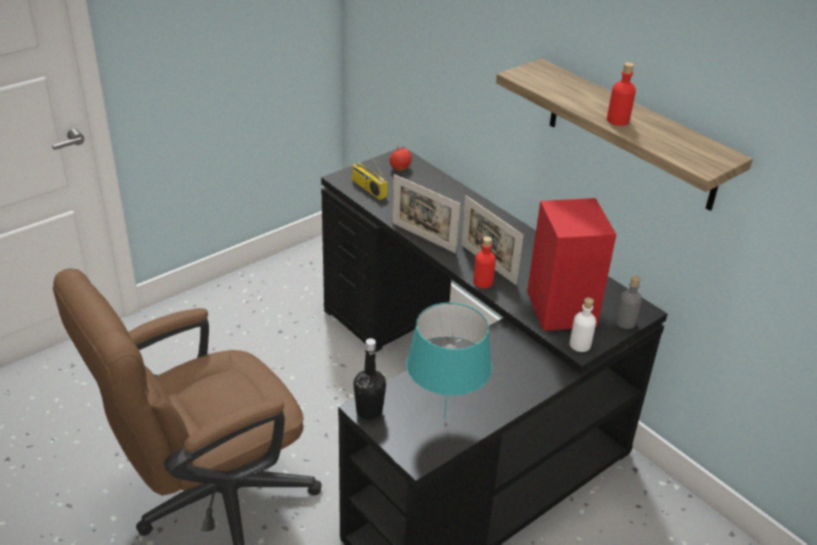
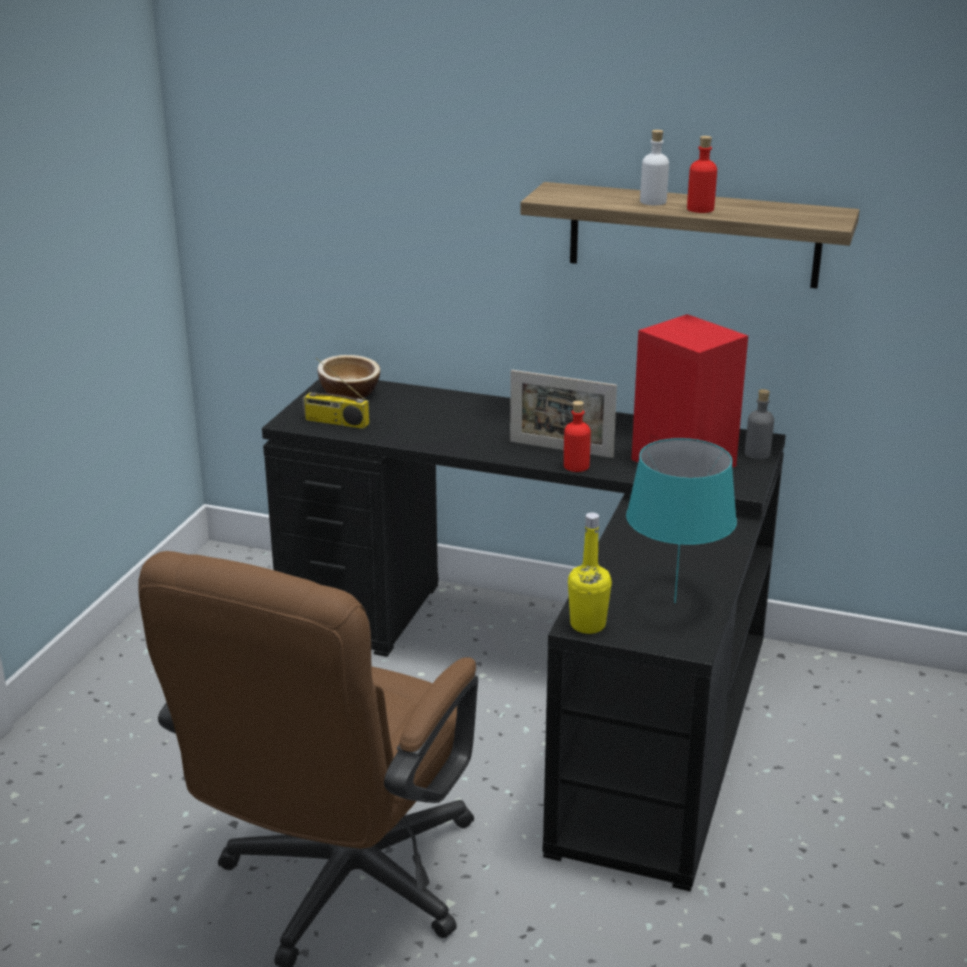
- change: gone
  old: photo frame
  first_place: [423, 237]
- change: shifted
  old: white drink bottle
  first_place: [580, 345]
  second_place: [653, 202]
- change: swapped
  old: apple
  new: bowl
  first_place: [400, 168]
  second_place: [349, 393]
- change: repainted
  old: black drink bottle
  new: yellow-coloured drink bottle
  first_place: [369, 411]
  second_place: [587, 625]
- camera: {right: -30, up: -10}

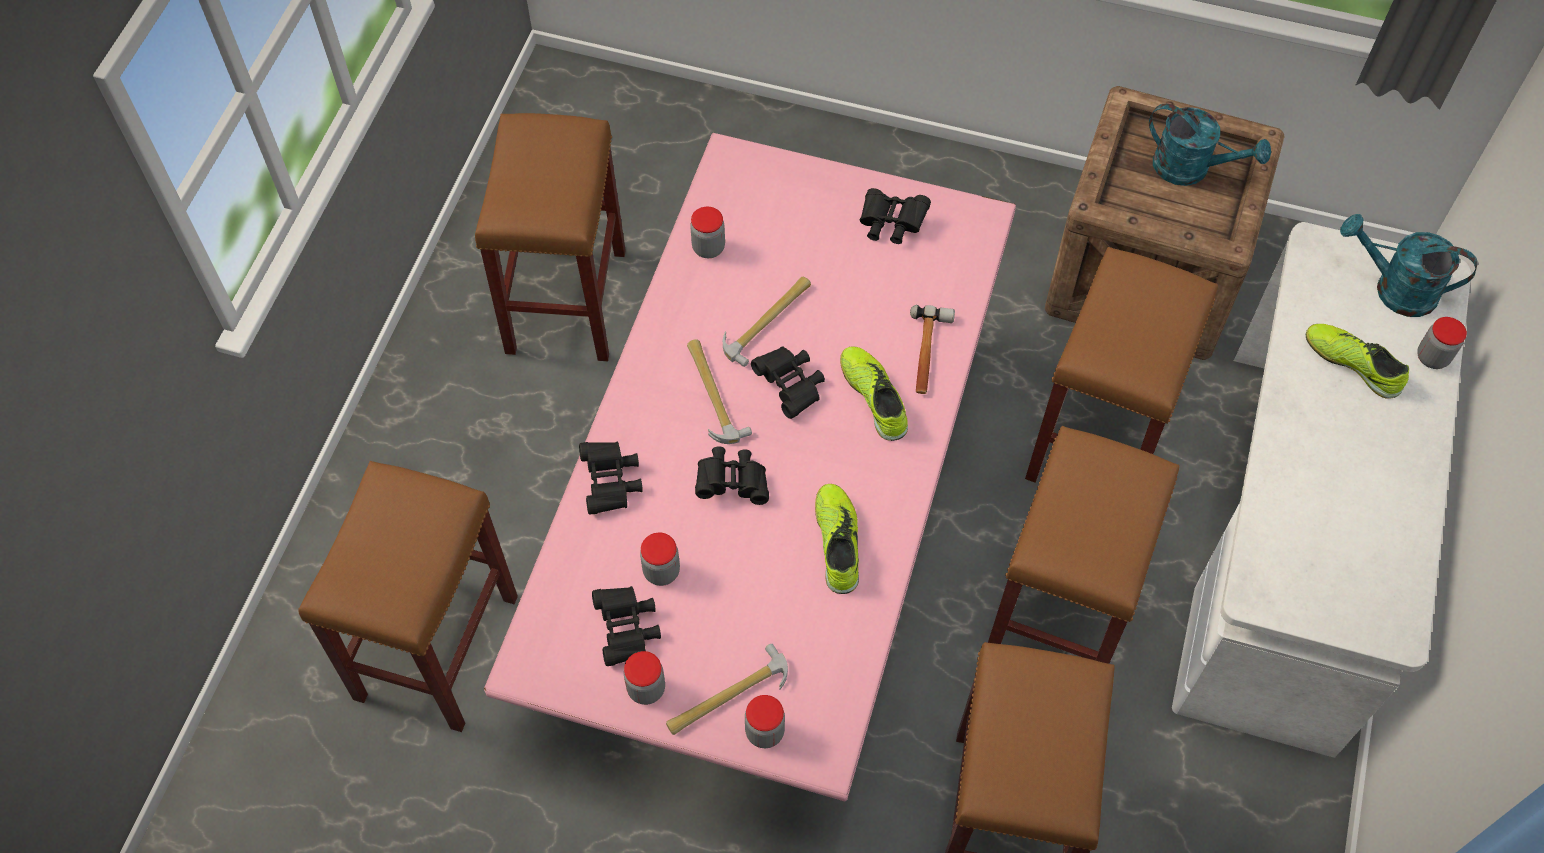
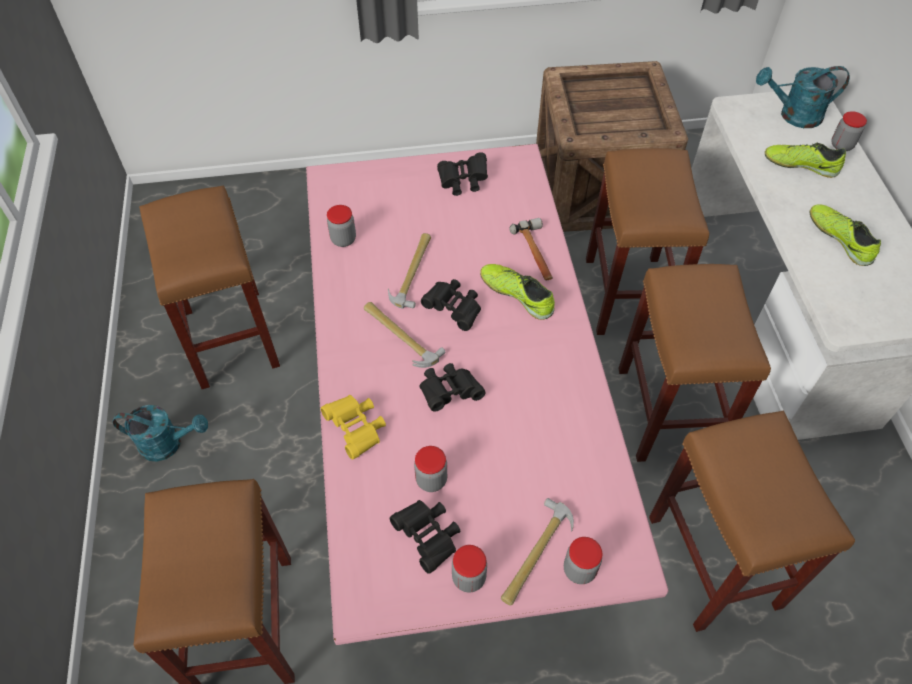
- change: shifted
  old: shoe
  first_place: [837, 542]
  second_place: [840, 239]
- change: shifted
  old: turquoise-coloured watering can
  first_place: [1191, 169]
  second_place: [168, 443]
- change: repainted
  old: black binoculars
  new: yellow-coloured binoculars
  first_place: [611, 483]
  second_place: [357, 429]
- camera: {right: -25, up: -5}

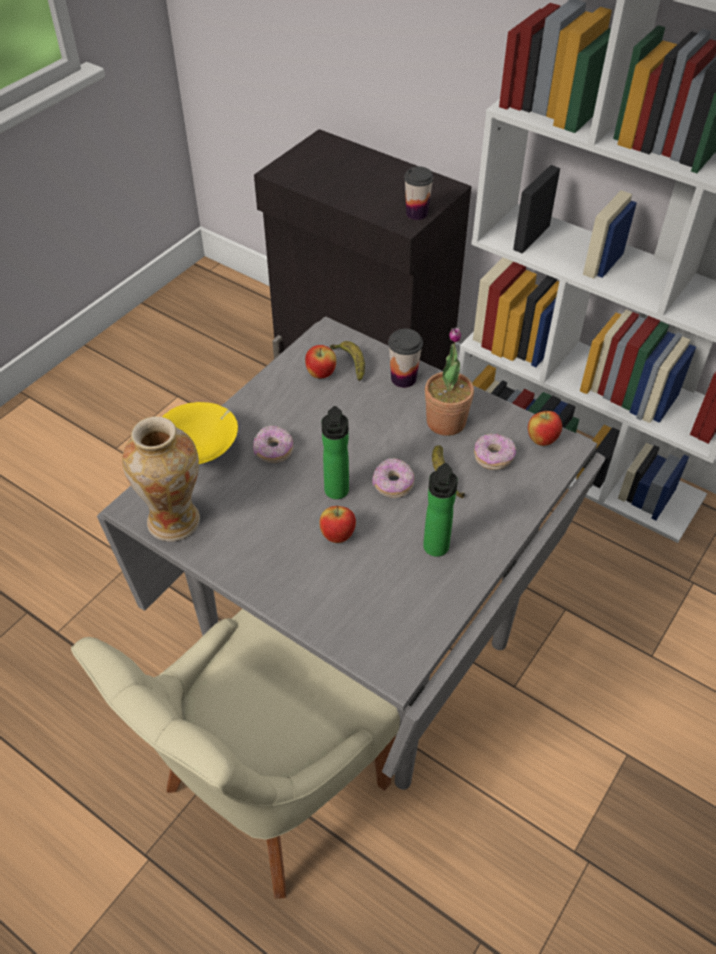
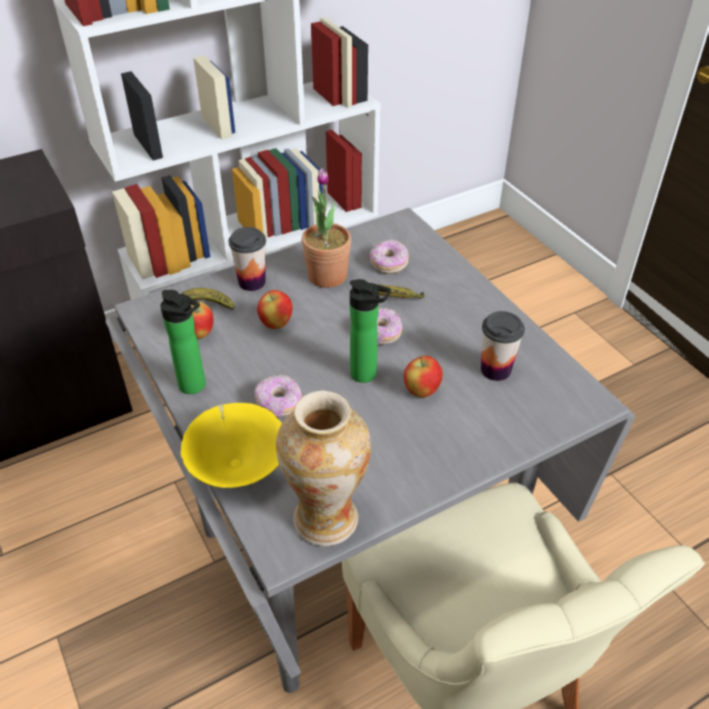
- change: shifted
  old: cup
  first_place: [416, 213]
  second_place: [495, 370]
- change: shifted
  old: drink bottle
  first_place: [435, 550]
  second_place: [195, 387]
- change: shifted
  old: apple
  first_place: [542, 440]
  second_place: [276, 324]
- camera: {right: -65, up: -5}

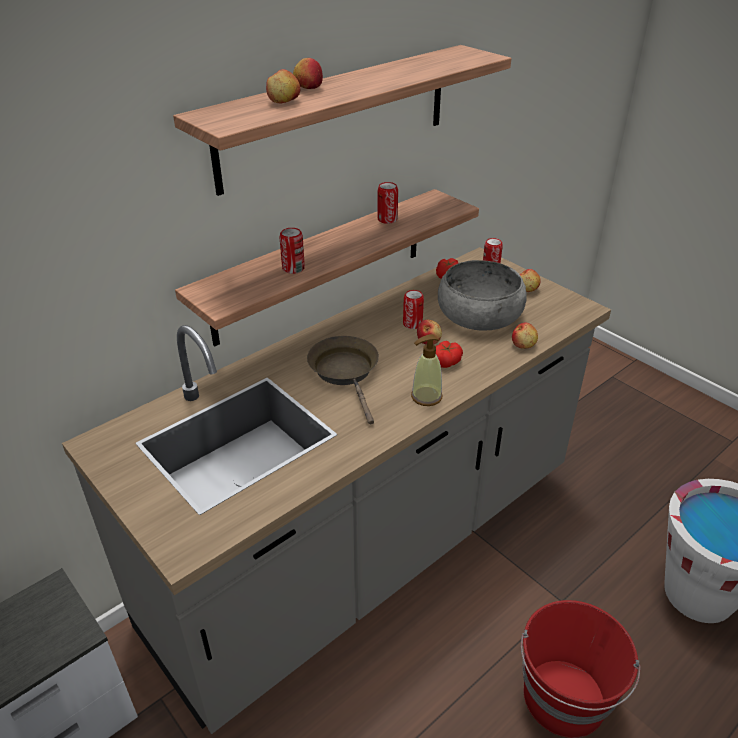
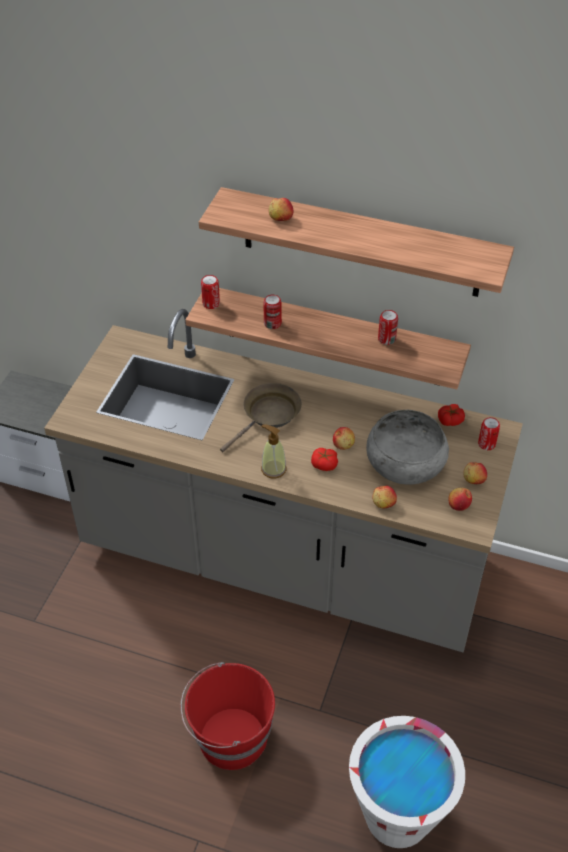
- change: shifted
  old: apple
  first_place: [308, 88]
  second_place: [458, 505]
- change: shifted
  old: sealed can
  first_place: [412, 324]
  second_place: [211, 304]
- camera: {right: 60, up: 10}

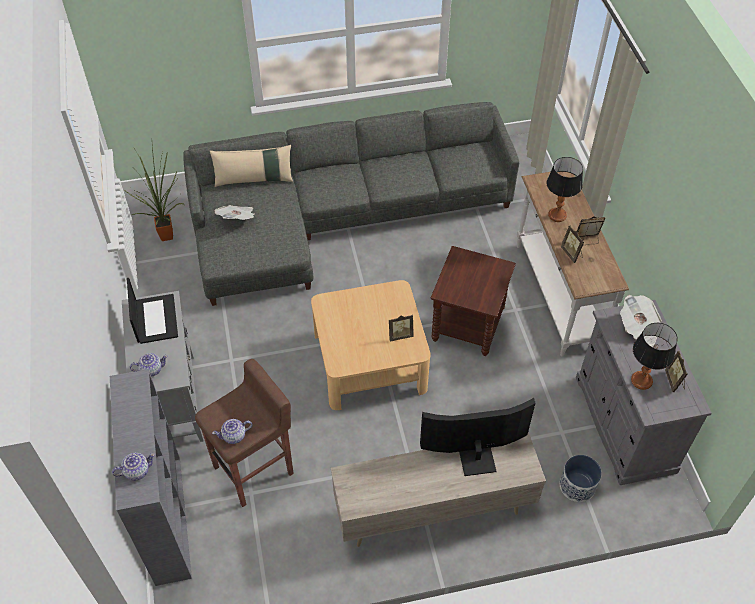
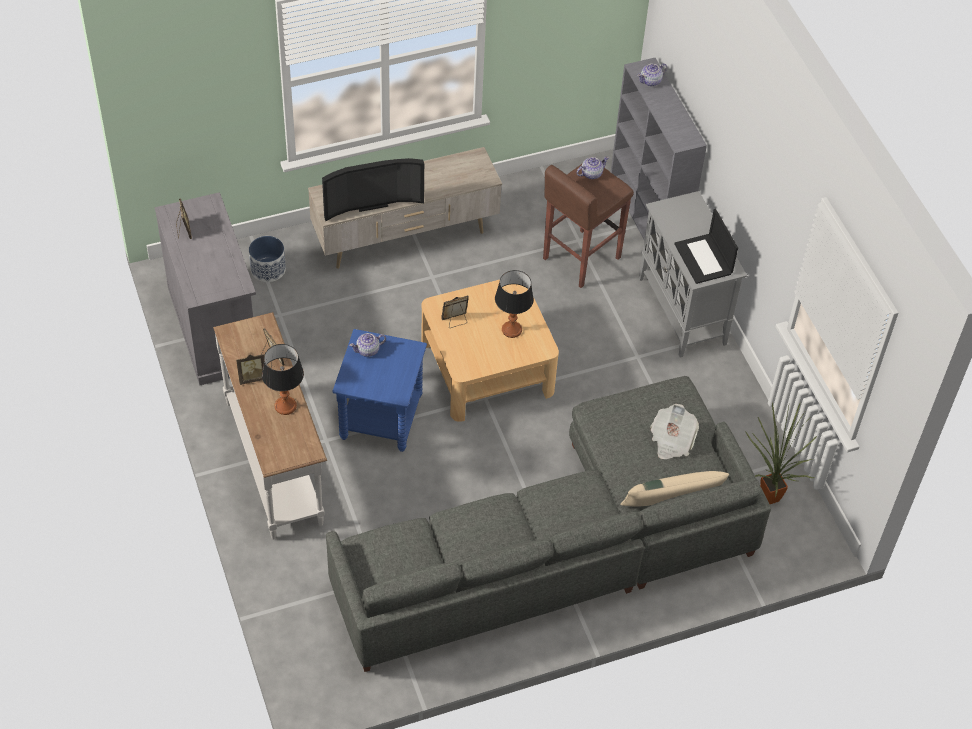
- change: gone
  old: printed paper
  first_place: [639, 328]
- change: shifted
  old: tea pot
  first_place: [151, 369]
  second_place: [368, 350]
- change: shifted
  old: tabletop lamp
  first_place: [641, 380]
  second_place: [511, 330]
- change: repainted
  old: brownish accent table
  new: blue accent table
  first_place: [468, 325]
  second_place: [380, 417]
- camera: {right: 170, up: 0}

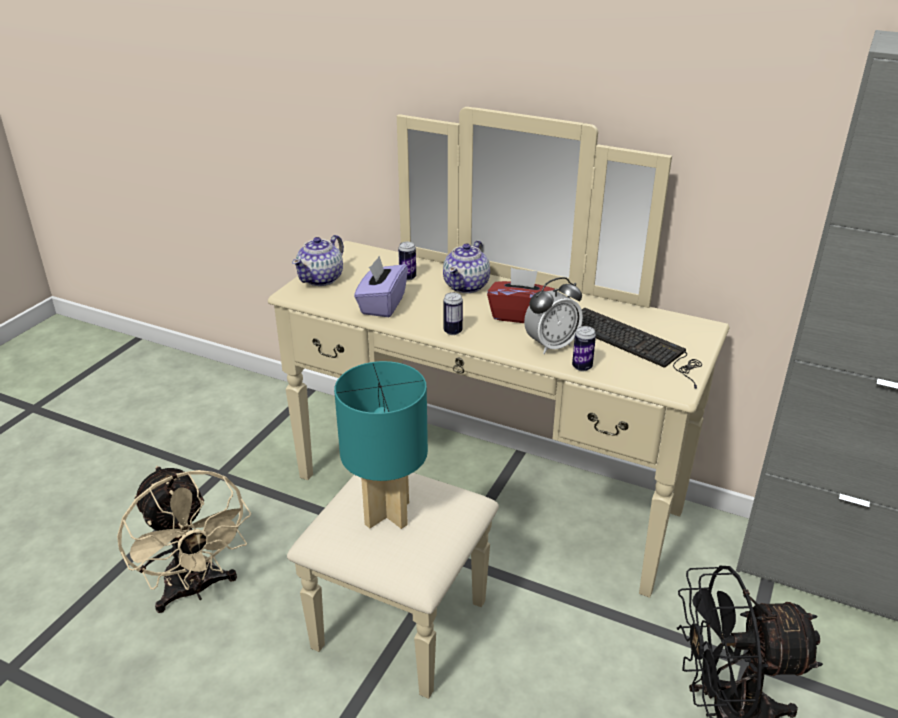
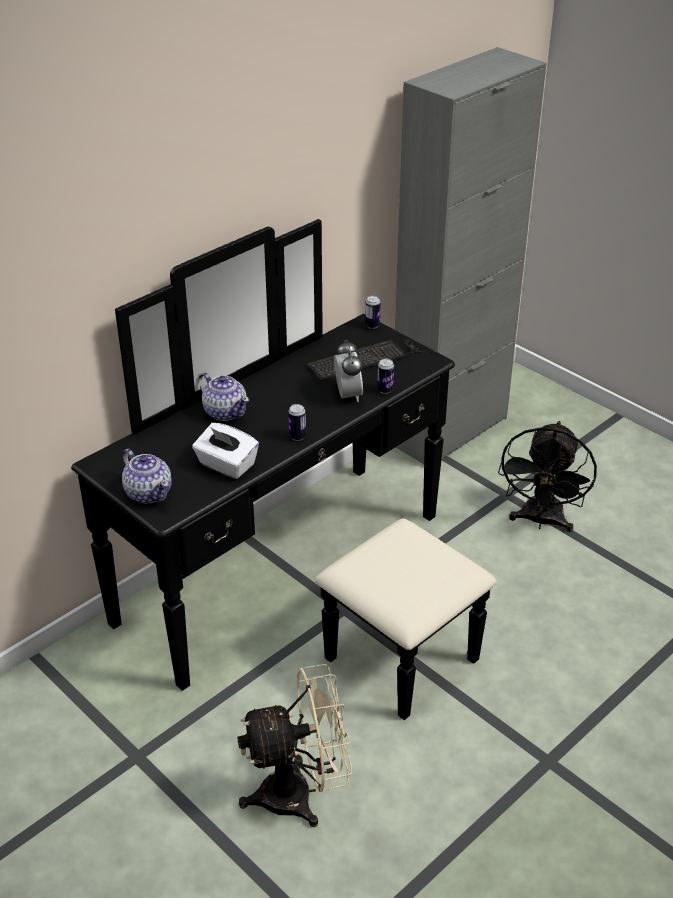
- change: gone
  old: turquoise-coloured tabletop lamp
  first_place: [386, 513]
- change: gone
  old: red tissue holder
  first_place: [520, 315]
- change: shifted
  old: sealed can
  first_place: [407, 277]
  second_place: [372, 325]
- change: repainted
  old: sand-coloured chest of drawers
  new: black chest of drawers
  first_place: [470, 520]
  second_place: [307, 587]
- change: repainted
  old: purplish tissue holder
  new: white tissue holder
  first_place: [382, 304]
  second_place: [226, 465]
- camera: {right: -70, up: 5}

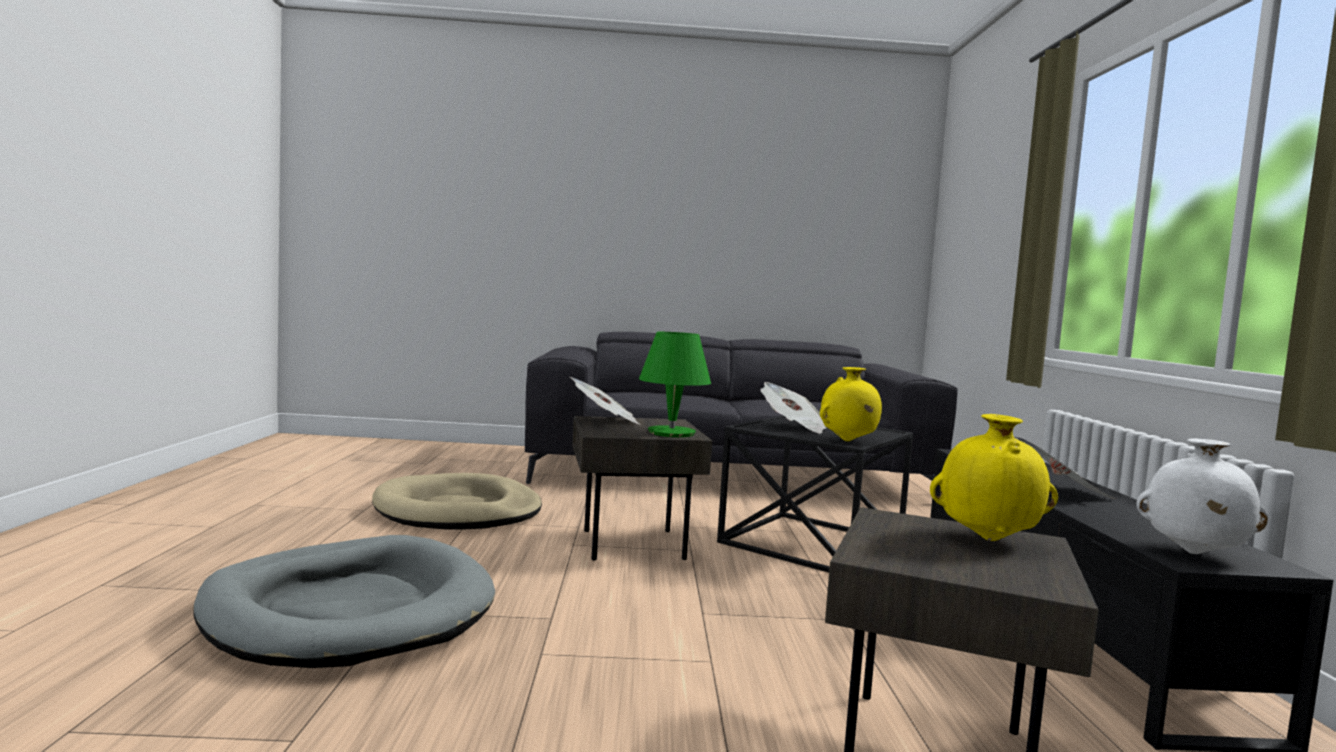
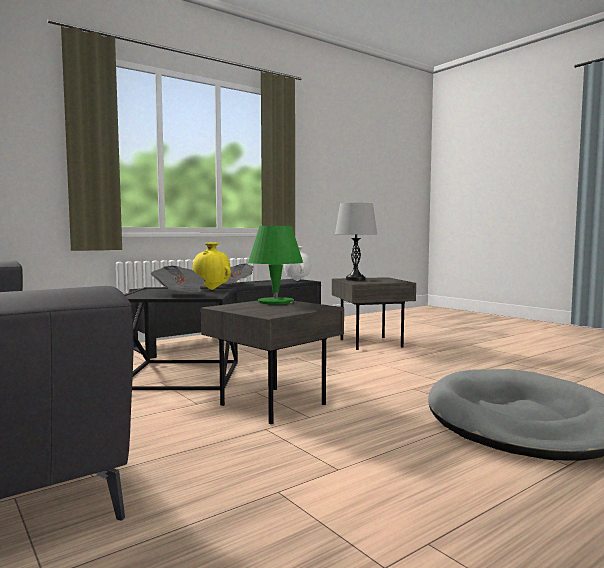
- change: gone
  old: sand-coloured dog cushion
  first_place: [458, 510]
- change: gone
  old: printed paper
  first_place: [605, 421]
- change: swapped
  old: yellow-coloured flower vase
  new: gray tabletop lamp
  first_place: [989, 539]
  second_place: [355, 279]
- camera: {right: -125, up: 0}

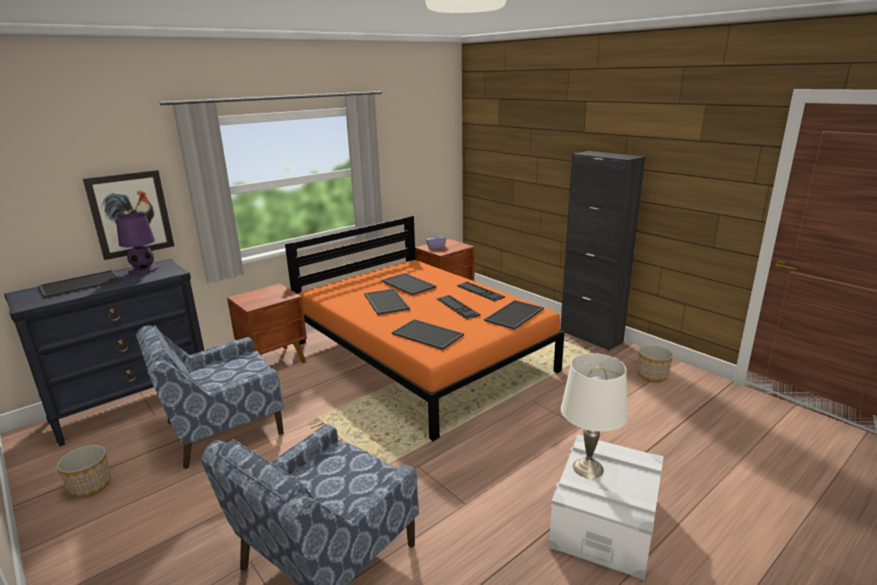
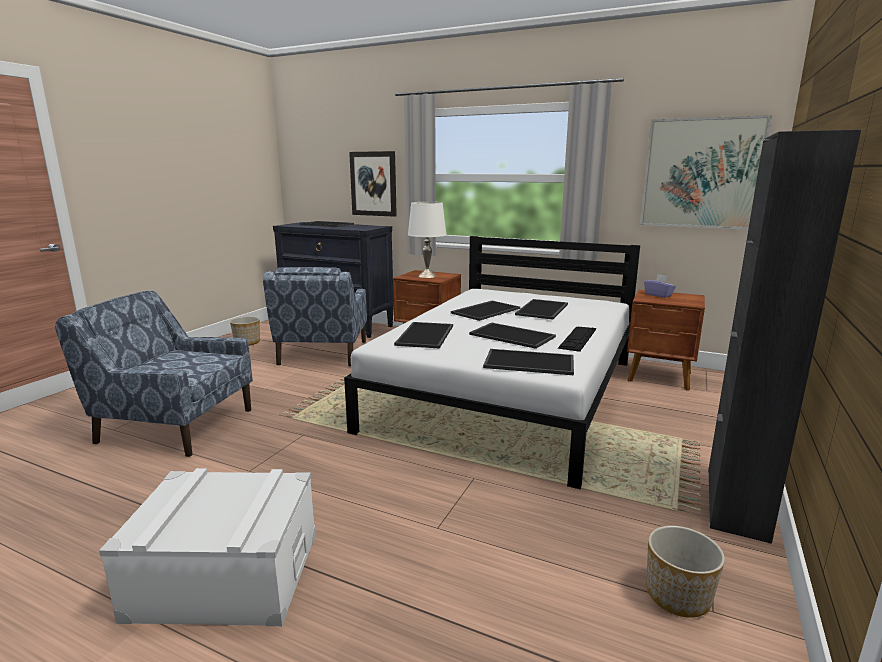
- change: gone
  old: purplish tabletop lamp
  first_place: [143, 269]
- change: new
  new: wall art
  second_place: [701, 173]
- change: shifted
  old: white tabletop lamp
  first_place: [587, 468]
  second_place: [427, 276]
- change: swapped
  old: keyboard
  new: tray
  first_place: [457, 307]
  second_place: [513, 335]
- change: repainted
  old: orange bedroom bed
  new: white bedroom bed
  first_place: [422, 356]
  second_place: [508, 393]
- change: rotated
  old: blue armchair
  first_place: [222, 429]
  second_place: [323, 354]
  degrees: -120
- camera: {right: 65, up: -5}

